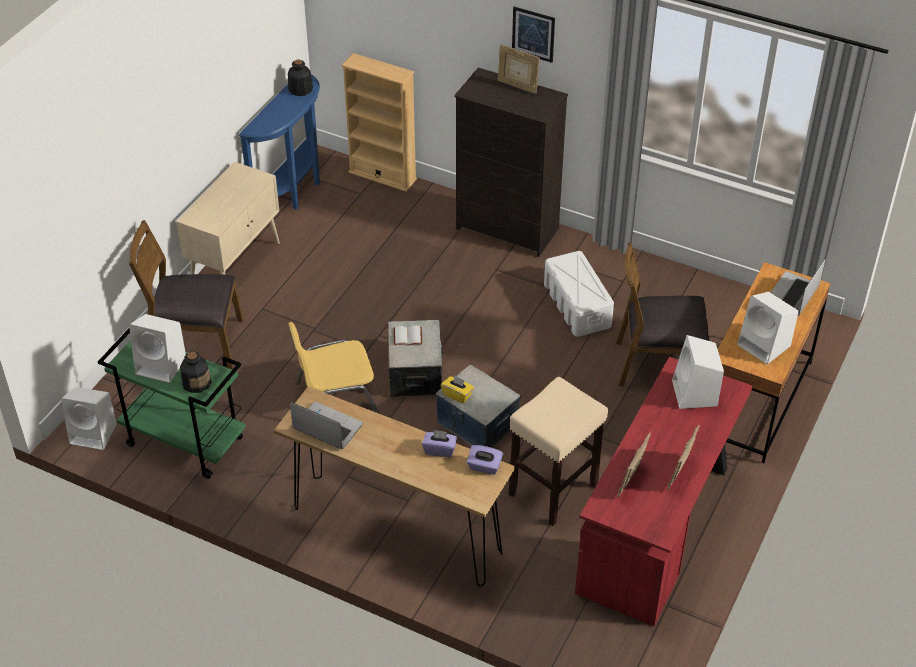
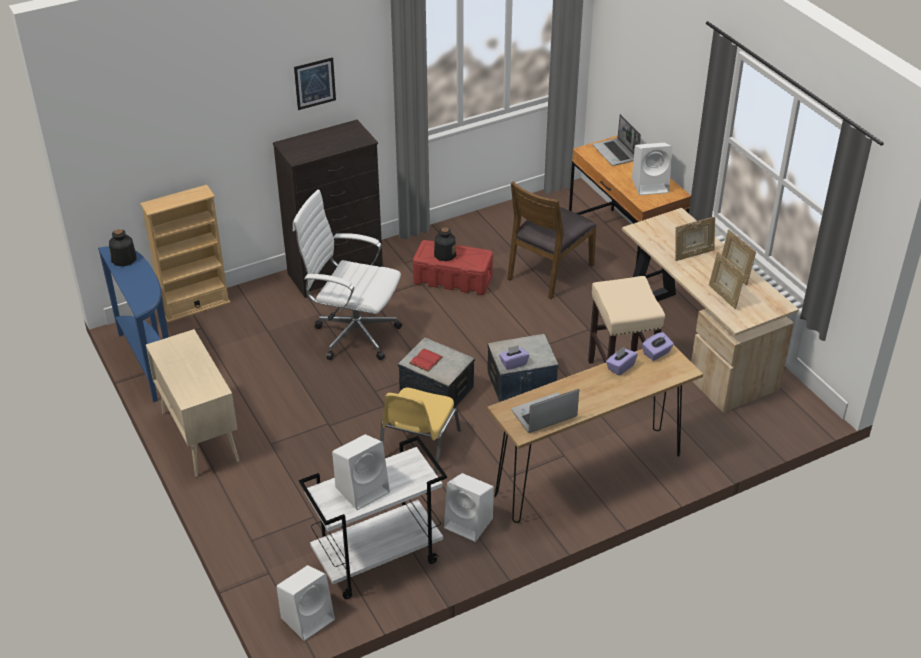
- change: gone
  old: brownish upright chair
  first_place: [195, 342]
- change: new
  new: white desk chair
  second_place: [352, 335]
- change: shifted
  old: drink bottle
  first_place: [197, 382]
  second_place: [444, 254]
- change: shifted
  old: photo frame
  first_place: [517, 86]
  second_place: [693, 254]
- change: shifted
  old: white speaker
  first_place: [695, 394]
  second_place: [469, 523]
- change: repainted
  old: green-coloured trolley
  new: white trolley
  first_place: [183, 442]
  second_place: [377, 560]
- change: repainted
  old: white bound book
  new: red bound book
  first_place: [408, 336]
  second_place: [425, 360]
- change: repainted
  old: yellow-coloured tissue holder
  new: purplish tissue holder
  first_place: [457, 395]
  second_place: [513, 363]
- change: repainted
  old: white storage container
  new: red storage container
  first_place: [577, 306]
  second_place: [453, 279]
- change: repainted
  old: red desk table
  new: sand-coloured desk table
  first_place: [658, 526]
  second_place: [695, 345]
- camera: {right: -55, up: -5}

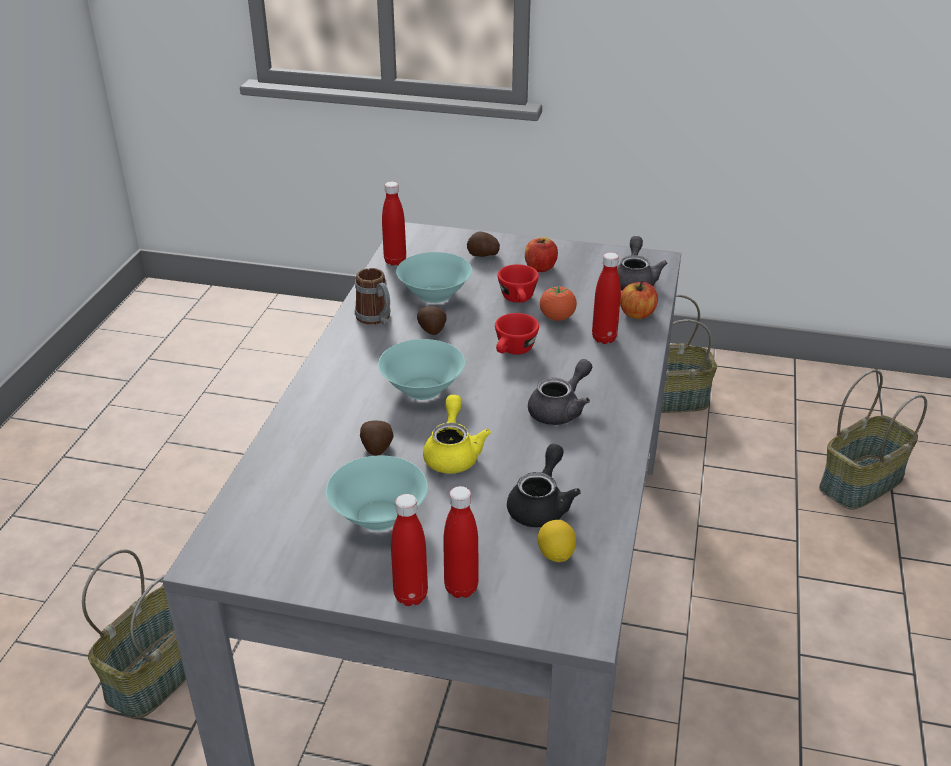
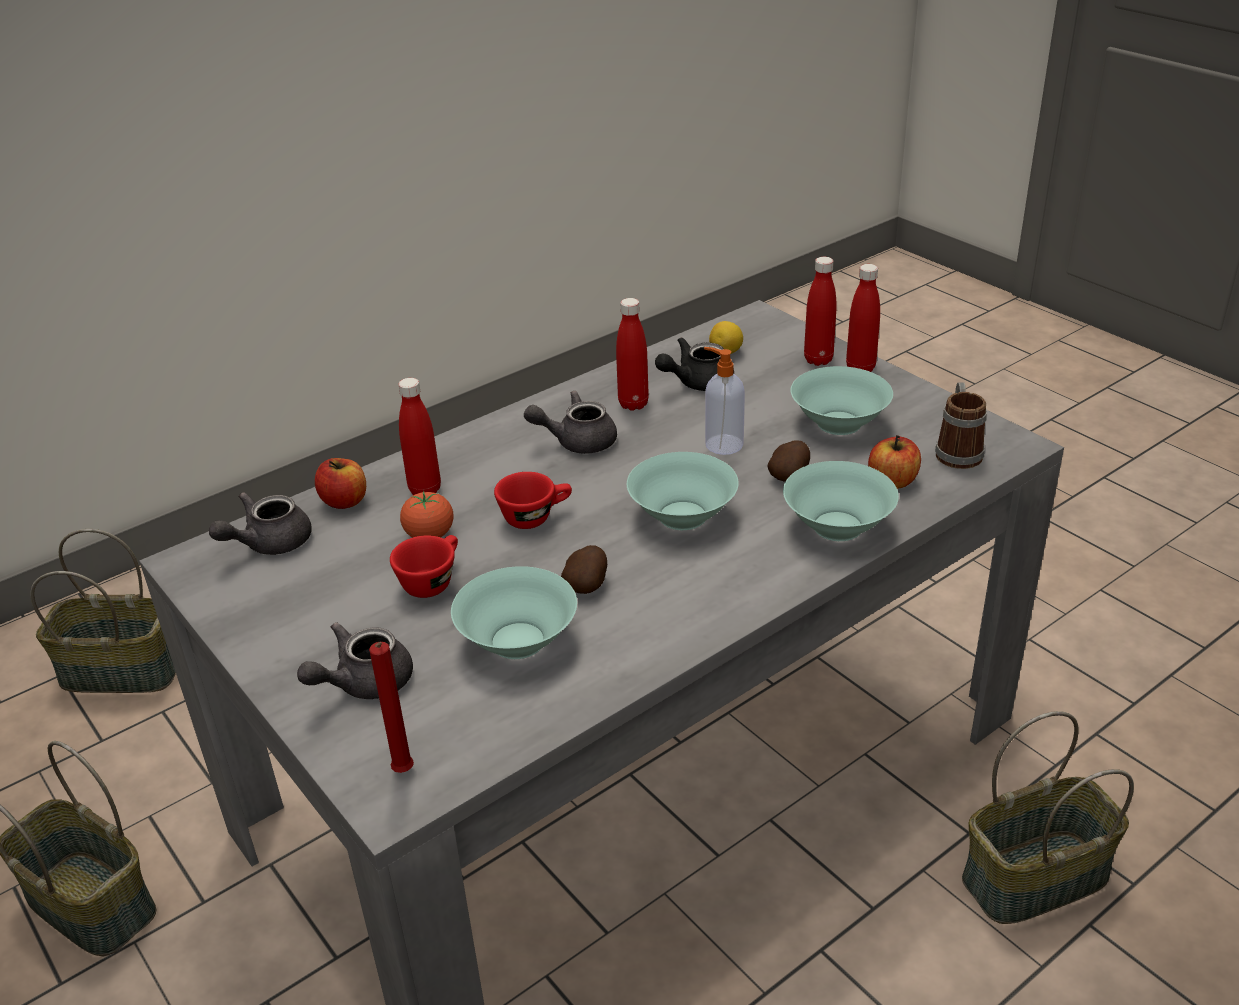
- change: new
  new: red wax light
  second_place: [403, 774]
- change: new
  new: turquoise-coloured bowl
  second_place: [839, 526]
- change: shifted
  old: tea mug
  first_place: [376, 319]
  second_place: [957, 450]
- change: shifted
  old: red drink bottle
  first_place: [395, 261]
  second_place: [633, 404]
- change: shifted
  old: apple
  first_place: [540, 268]
  second_place: [892, 481]
- change: swapped
  old: yellow-coloured tea pot
  new: liquid soap bottle
  first_place: [453, 453]
  second_place: [722, 444]
- change: swapped
  old: whole potato
  new: gray tea pot
  first_place: [483, 255]
  second_place: [363, 682]
- camera: {right: -140, up: 0}

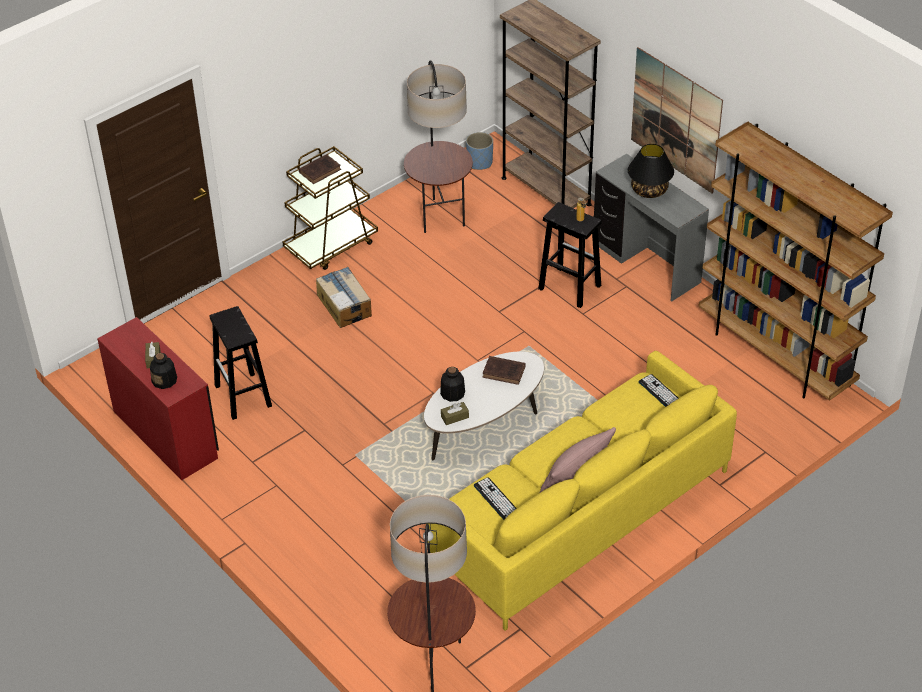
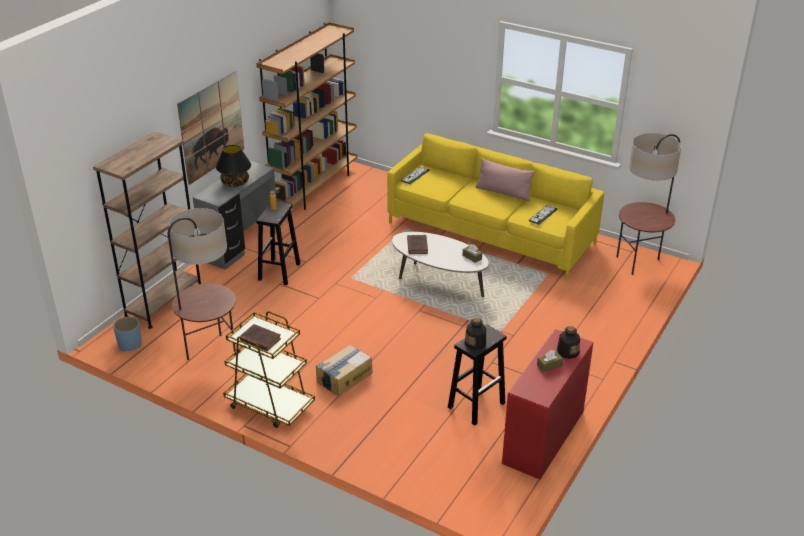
- change: shifted
  old: drink bottle
  first_place: [452, 393]
  second_place: [475, 343]
- camera: {right: -110, up: -10}

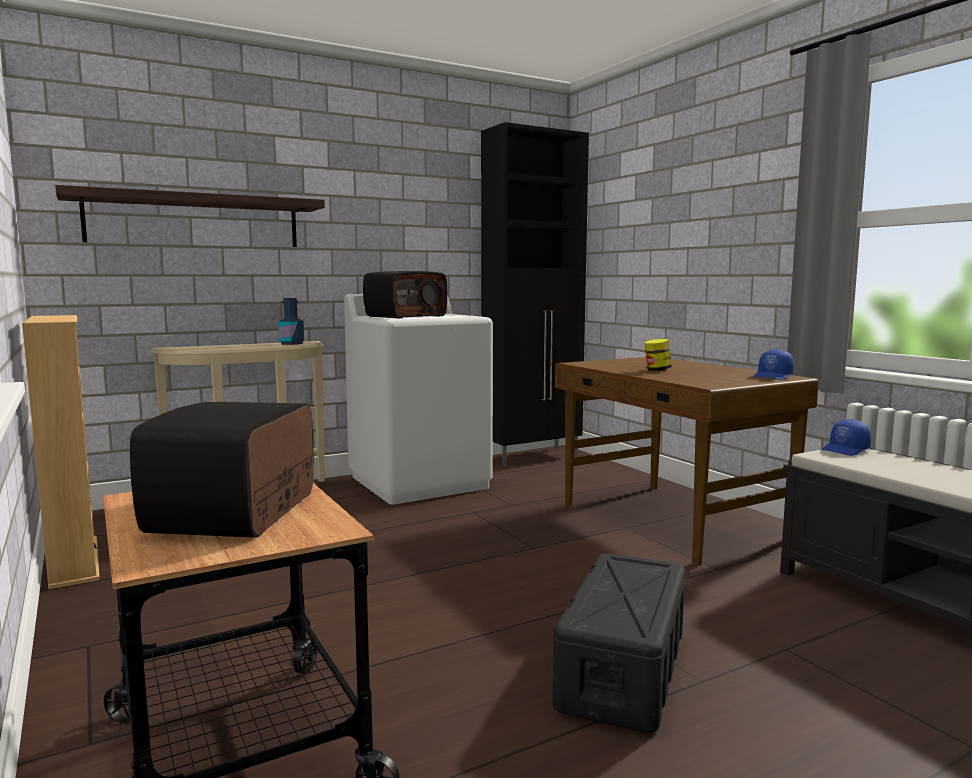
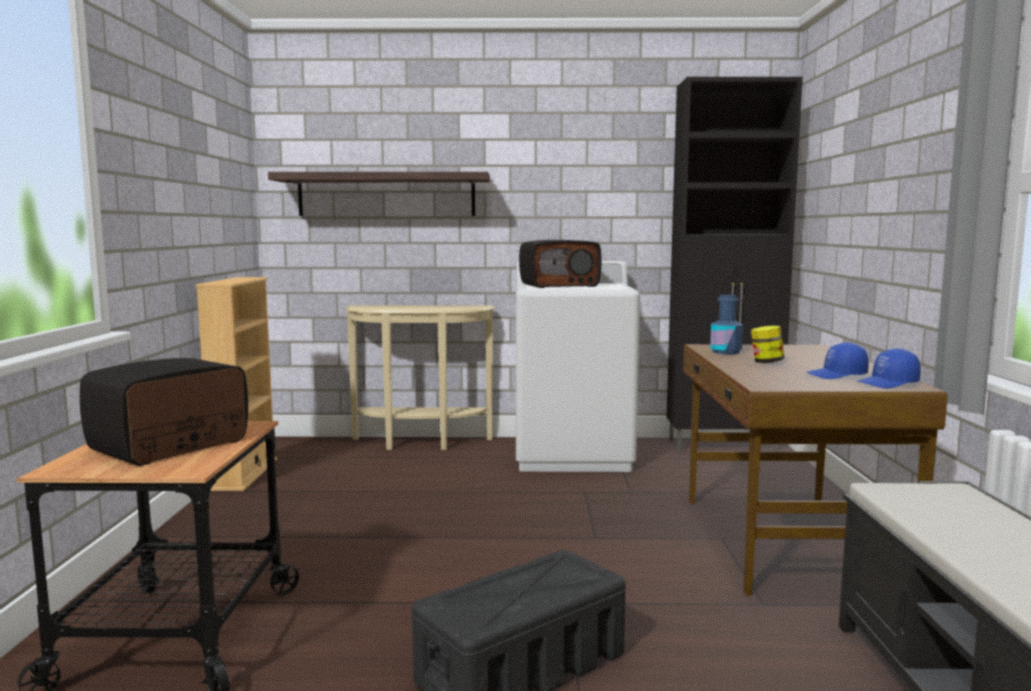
- change: shifted
  old: blue drink bottle
  first_place: [292, 343]
  second_place: [725, 352]
- change: shifted
  old: blue baseball cap
  first_place: [846, 450]
  second_place: [837, 375]
- camera: {right: 30, up: 0}

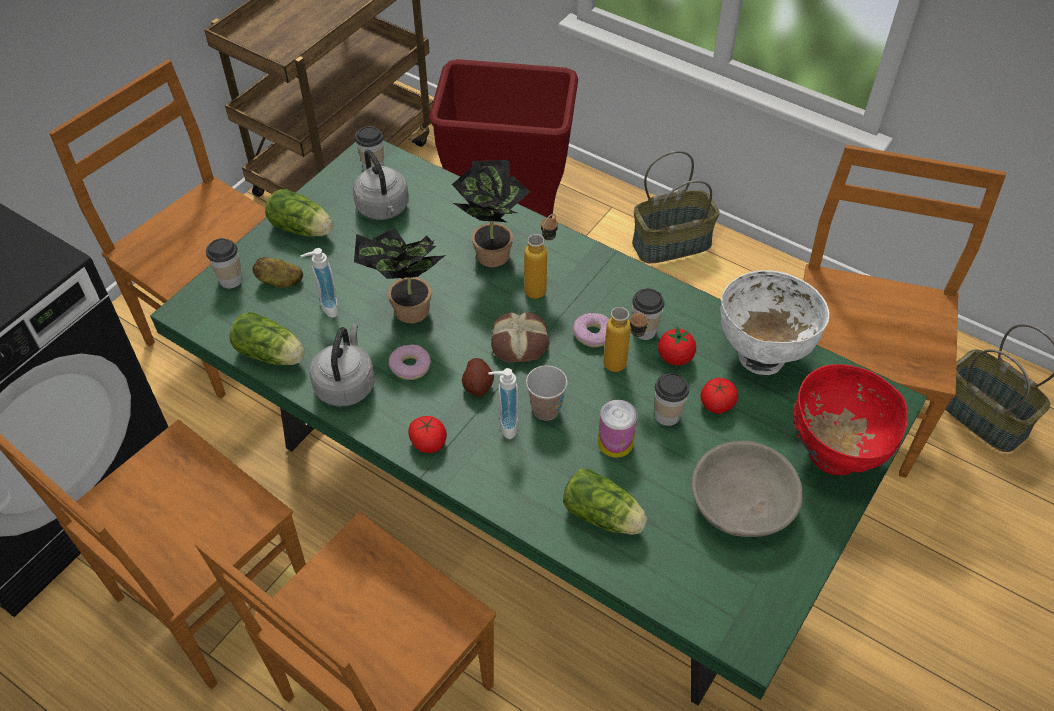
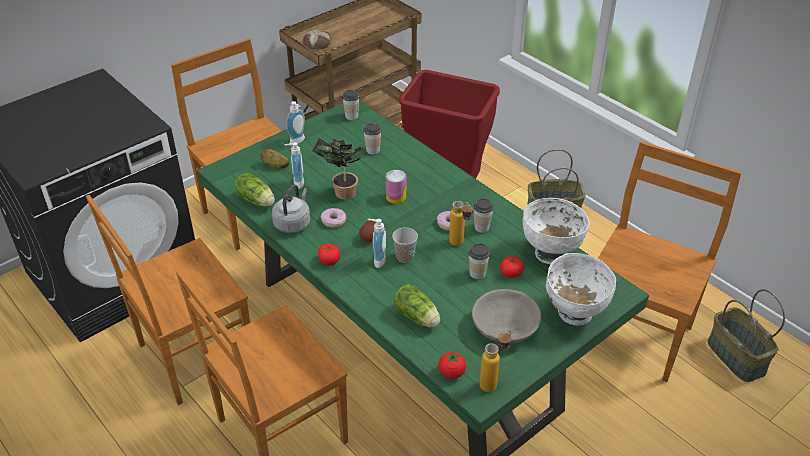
- change: gone
  old: gray kettle
  first_place: [384, 209]
- change: gone
  old: potted plant
  first_place: [491, 251]
- change: shifted
  old: cup
  first_place: [231, 280]
  second_place: [373, 150]
- change: shifted
  old: bread
  first_place: [520, 342]
  second_place: [318, 43]
- change: shifted
  old: drink bottle
  first_place: [541, 286]
  second_place: [493, 382]
- change: shifted
  old: sealed can
  first_place: [615, 442]
  second_place: [396, 197]
- change: shifted
  old: whole tomato
  first_place: [675, 357]
  second_place: [451, 373]
- change: swapped
  old: head of lettuce
  new: liquid soap bottle
  first_place: [303, 229]
  second_place: [298, 141]
- change: repainted
  old: red bowl
  new: white bowl
  first_place: [833, 454]
  second_place: [574, 313]
- camera: {right: 15, up: -10}

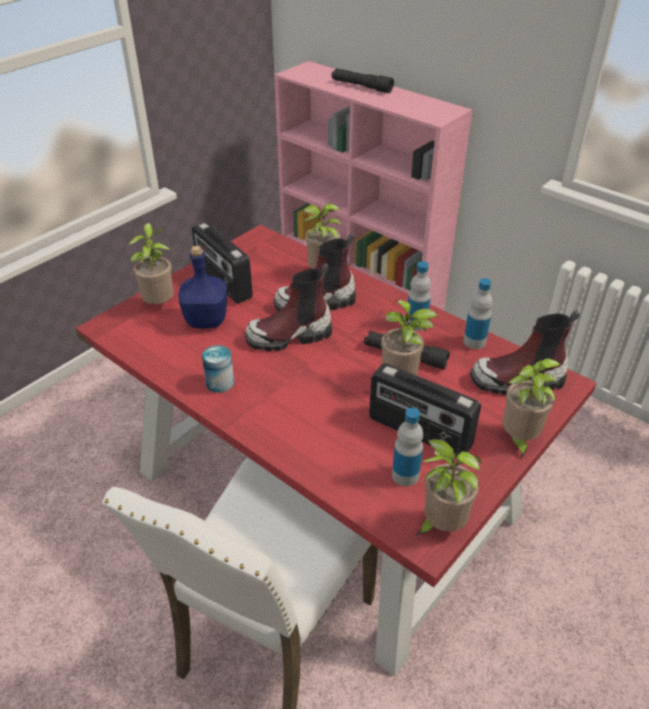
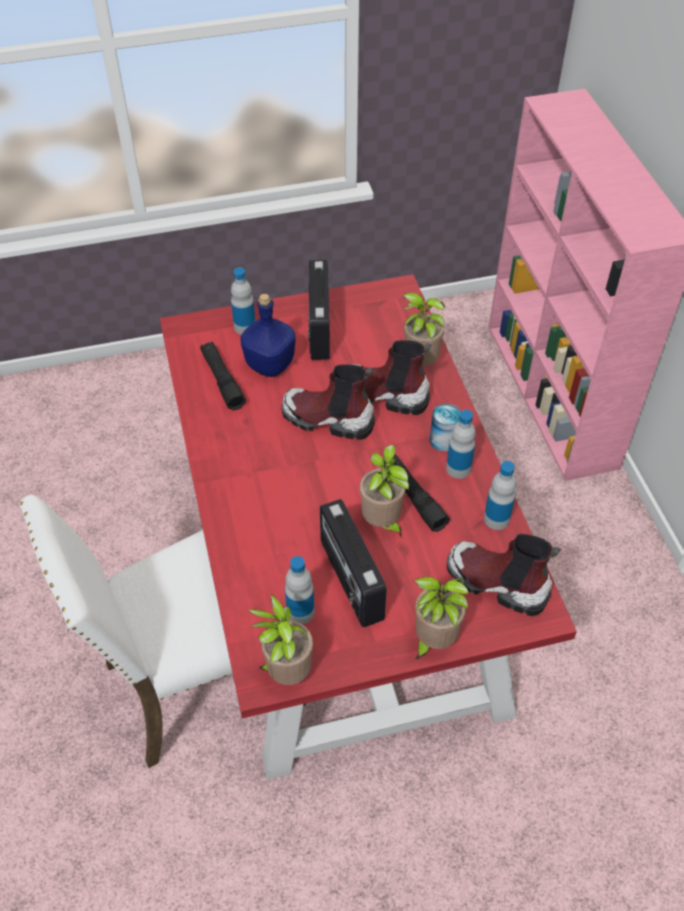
- change: shifted
  old: sealed can
  first_place: [220, 383]
  second_place: [443, 440]
- change: shifted
  old: black flashlight
  first_place: [361, 86]
  second_place: [222, 380]
- change: swapped
  old: potted plant
  new: drink bottle
  first_place: [160, 304]
  second_place: [245, 327]
- camera: {right: 35, up: 10}

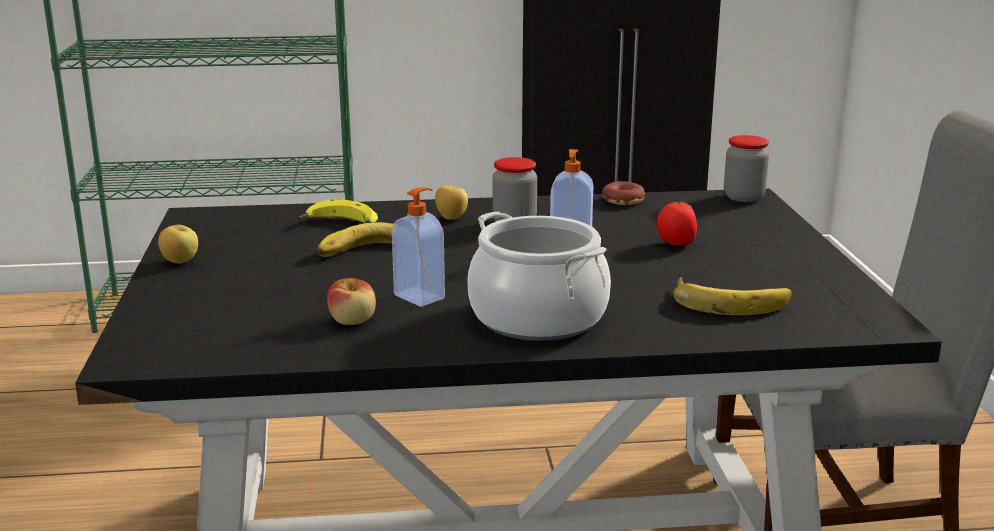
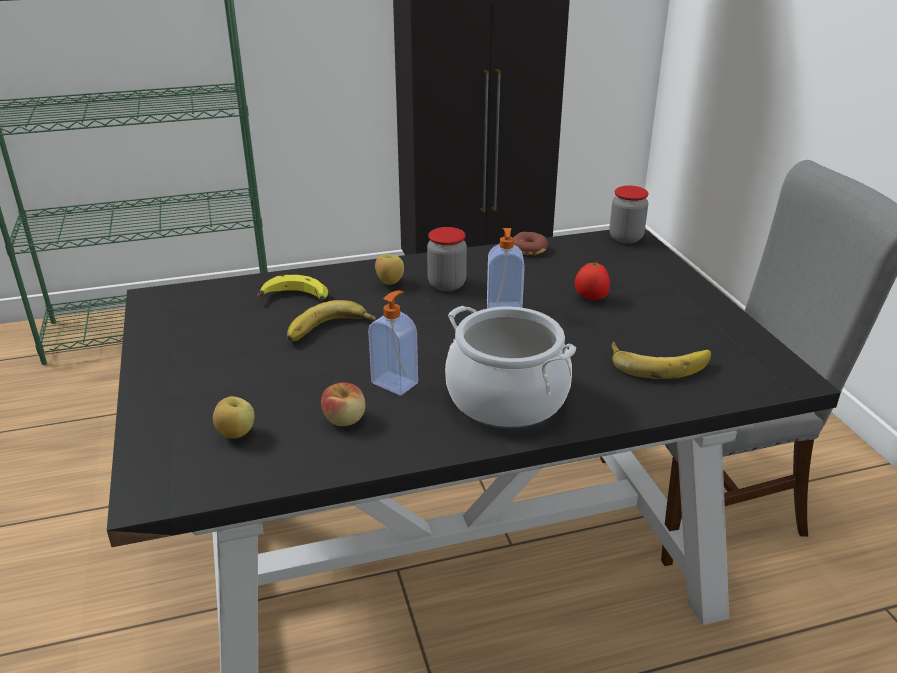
- change: shifted
  old: apple
  first_place: [180, 262]
  second_place: [236, 434]
- camera: {right: -10, up: 10}

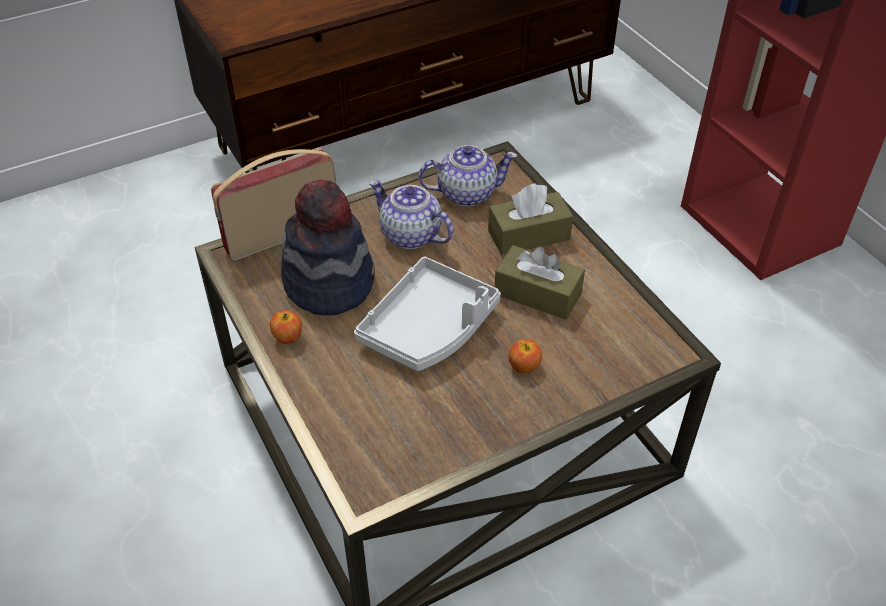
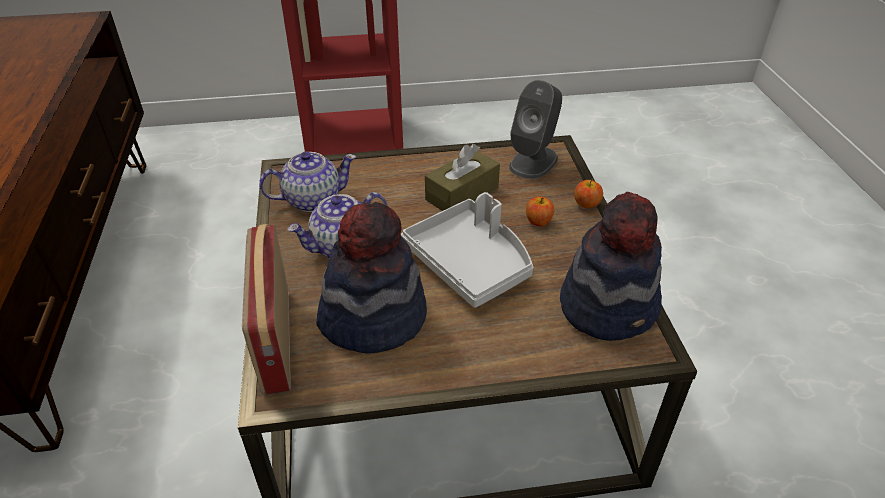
- change: gone
  old: brownish tissue holder
  first_place: [528, 235]
- change: new
  new: gray speaker
  second_place: [533, 161]
- change: new
  new: clothing hat
  second_place: [609, 306]
- change: shifted
  old: apple
  first_place: [288, 337]
  second_place: [586, 204]
- change: rotated
  old: tea pot
  first_place: [466, 193]
  second_place: [312, 200]
  degrees: 60
- camera: {right: -70, up: -5}

